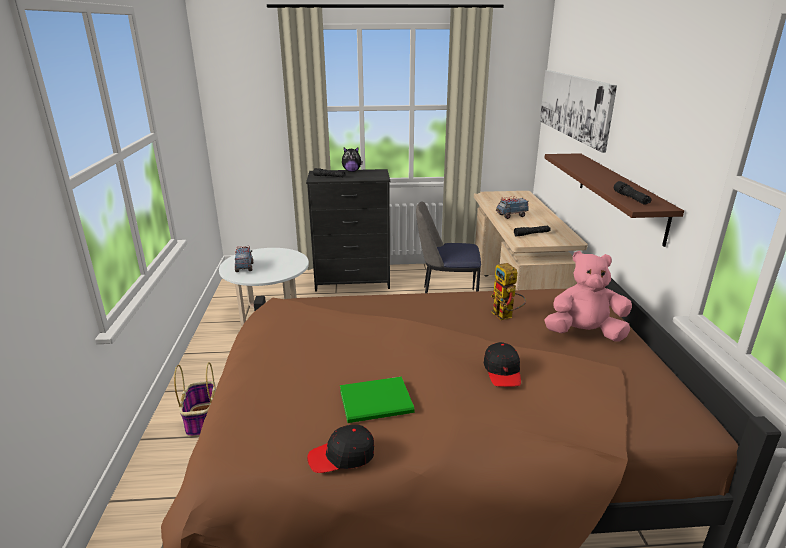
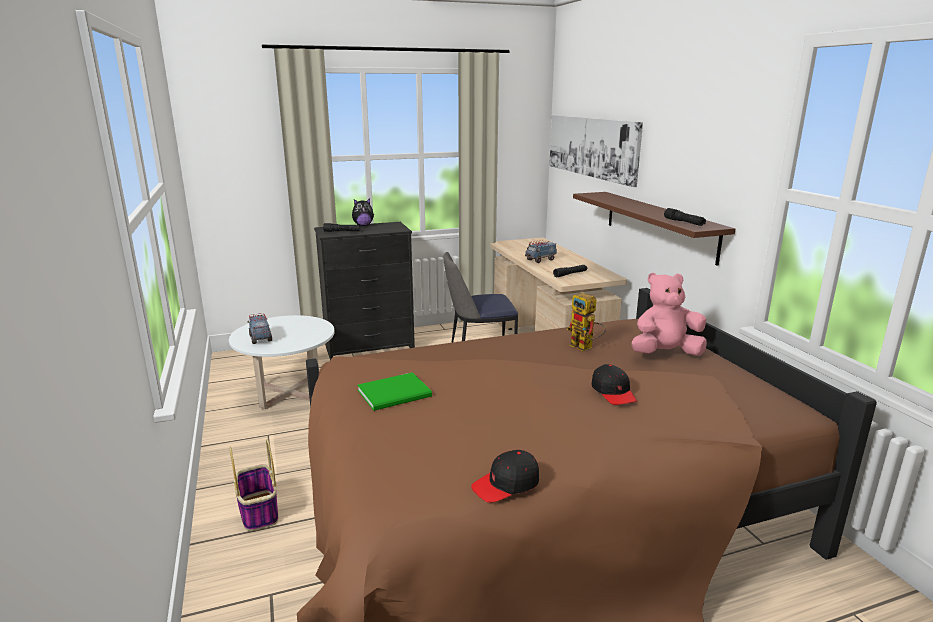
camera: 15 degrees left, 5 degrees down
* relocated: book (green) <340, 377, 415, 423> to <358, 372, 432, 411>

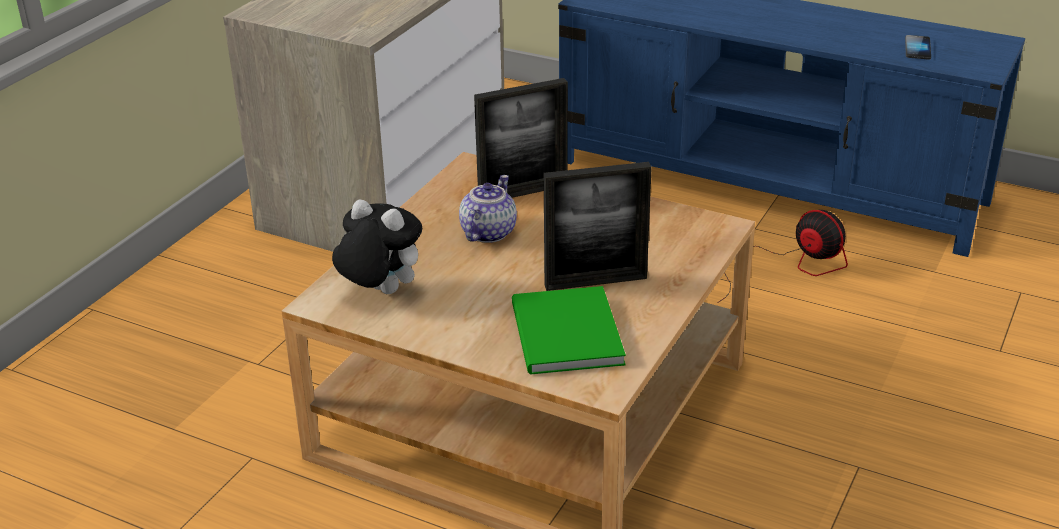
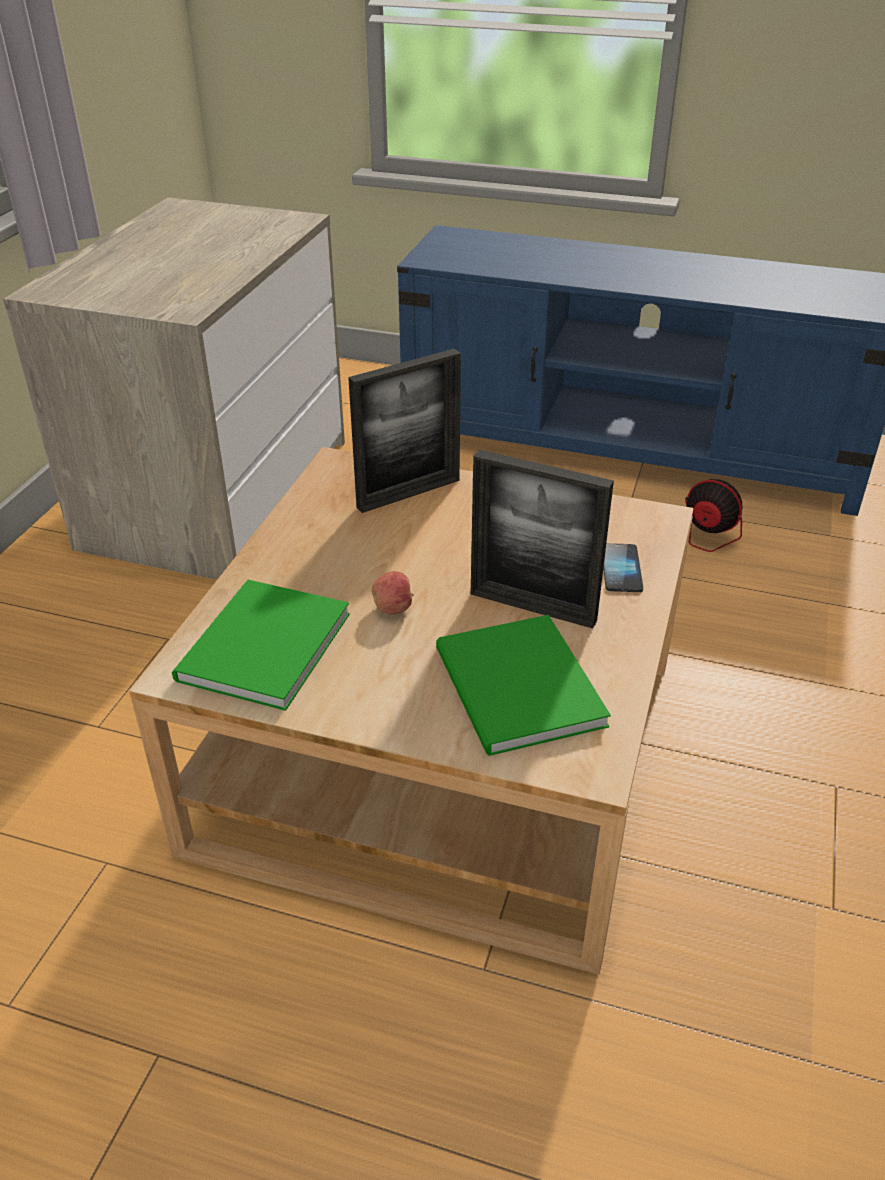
camera: 10 degrees left, 5 degrees up
* exchanged: plush toy <332, 199, 422, 294> to book (green) <172, 580, 350, 711>
* missing: teapot <459, 175, 517, 243>
* spun: picture frame <544, 162, 652, 291> = <471, 450, 614, 629> 45 degrees clockwise
* relocated: phone <905, 35, 931, 60> to <603, 543, 643, 592>
* appeared: apple <372, 571, 414, 614>

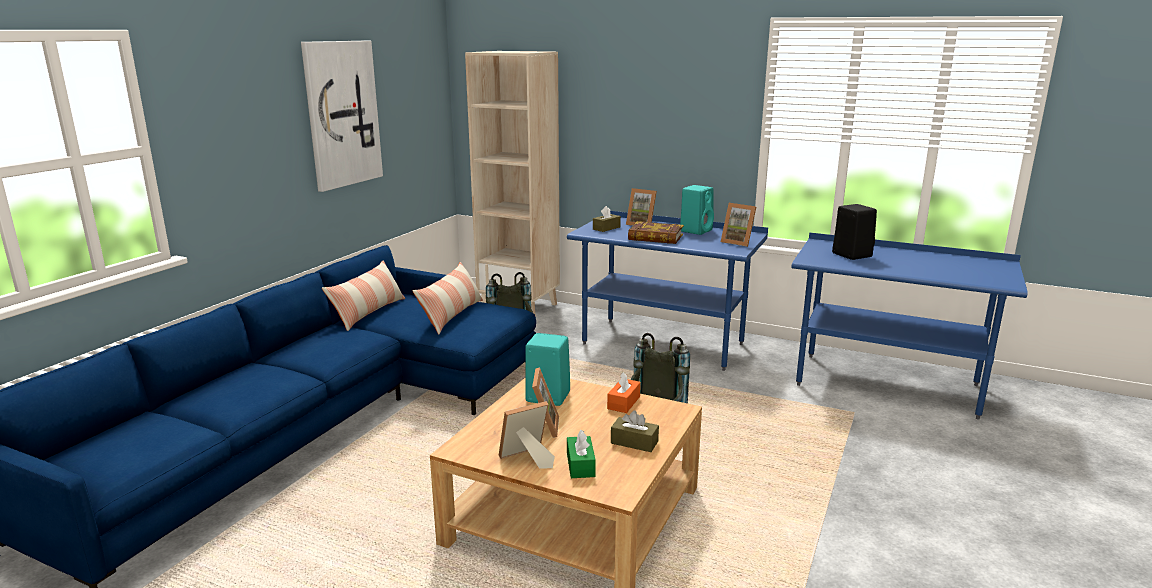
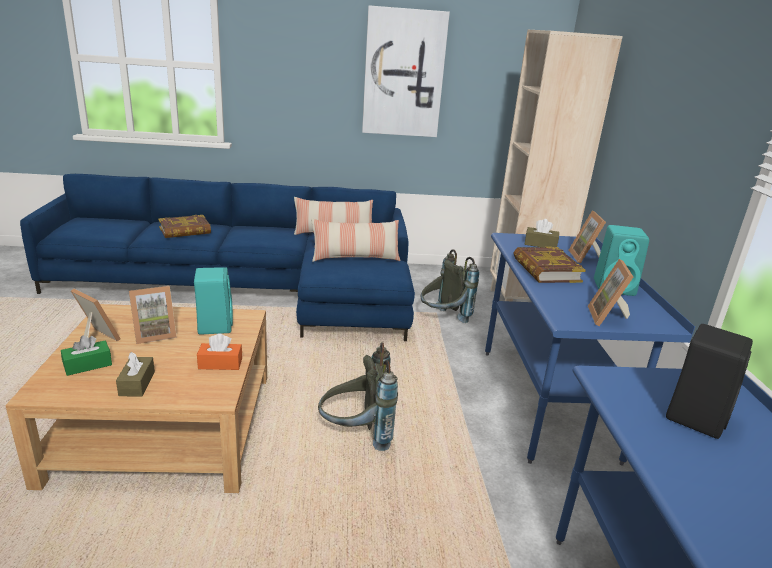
camera: 60 degrees right, 5 degrees up
* appeared: book <158, 215, 211, 238>

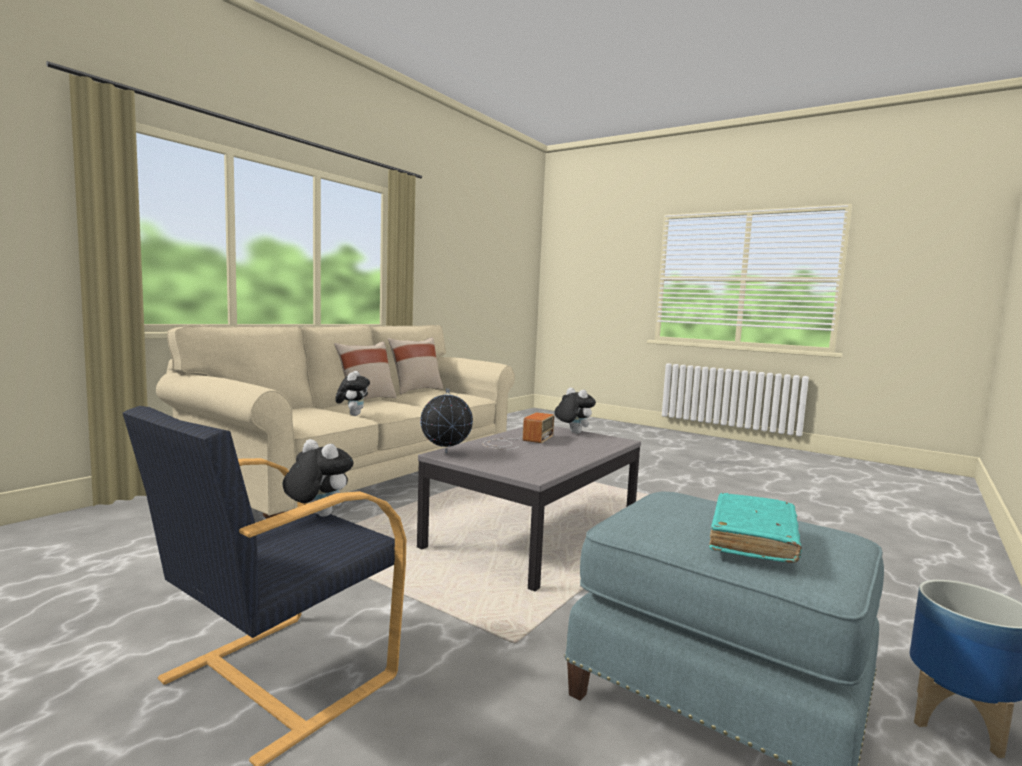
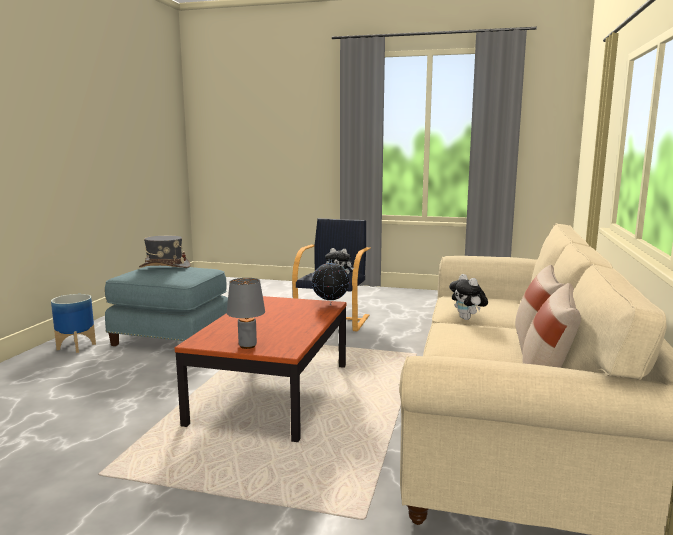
camera: 160 degrees right, 5 degrees up
* colour: coffee table (grey) <417, 426, 641, 591> to coffee table (brown) <175, 296, 347, 442>
* missing: radio <483, 412, 554, 450>
* exchanged: plush toy <554, 387, 596, 434> to table lamp (grey) <227, 278, 265, 349>
* exchanged: book (turquoise) <709, 493, 802, 563> to hat (grey) <139, 236, 191, 268>

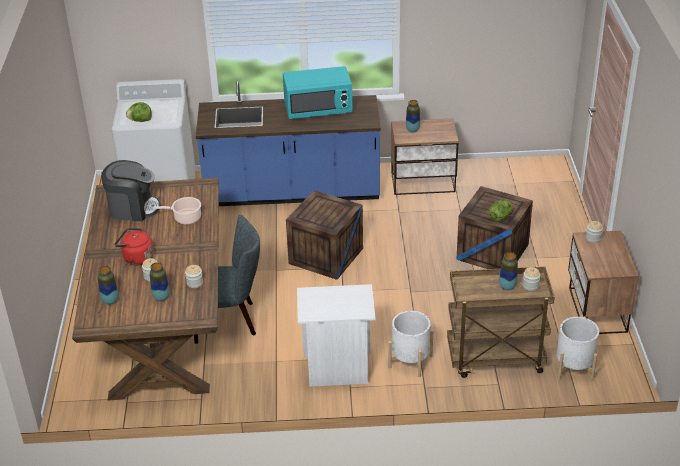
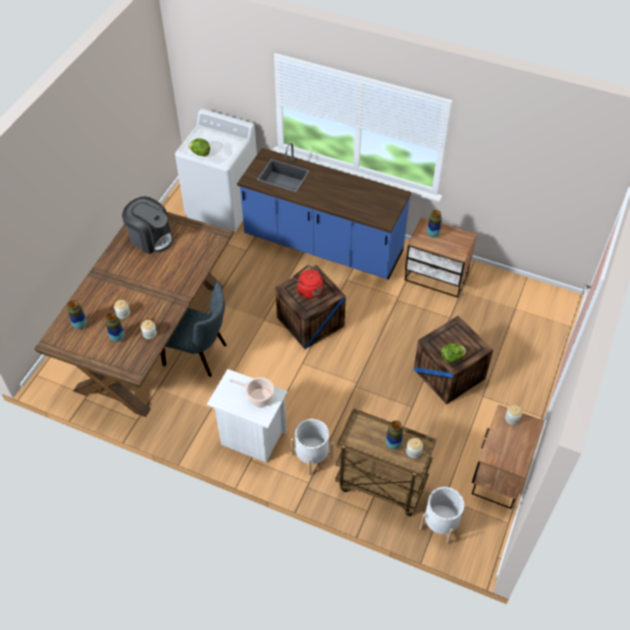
camera: 25 degrees right, 15 degrees up
* relocated: kettle (red) <114, 228, 153, 265> to <293, 265, 323, 299>
* relocated: cooking pot <153, 197, 201, 225> to <229, 377, 274, 407>
* missing: microwave (turquoise) <283, 66, 353, 119>

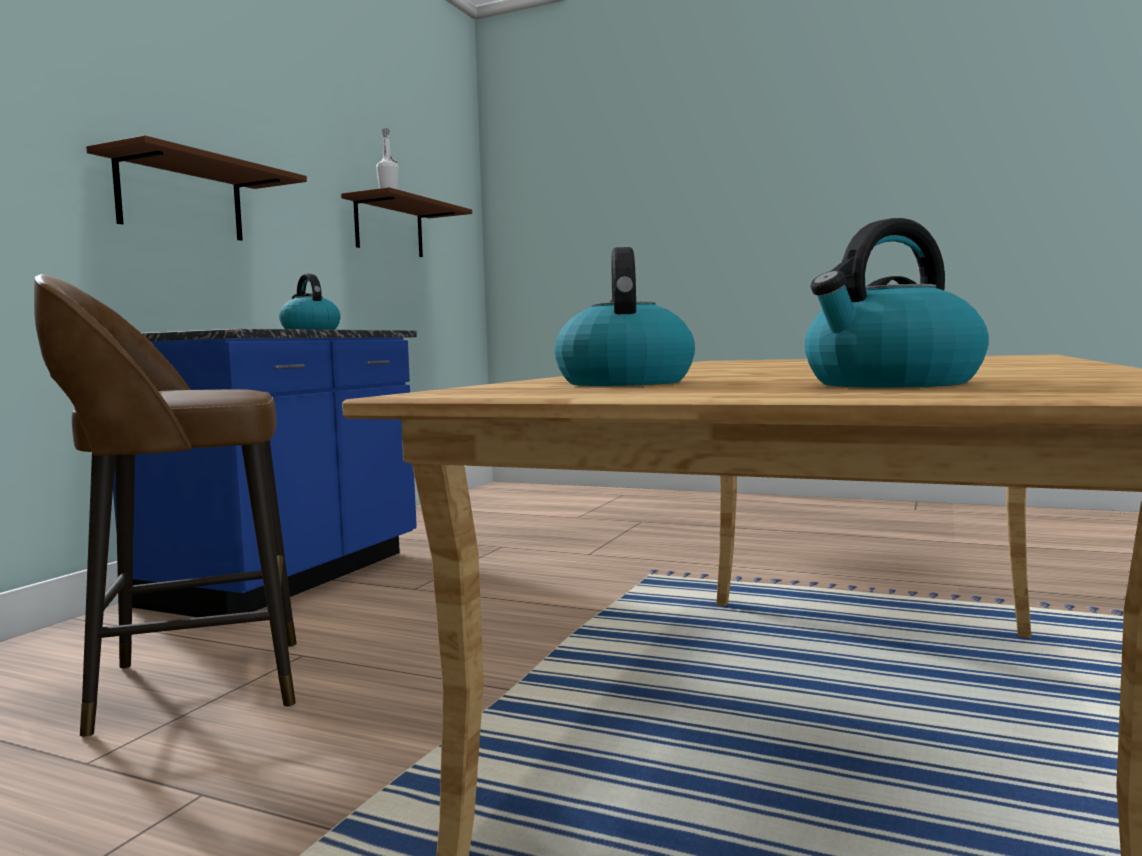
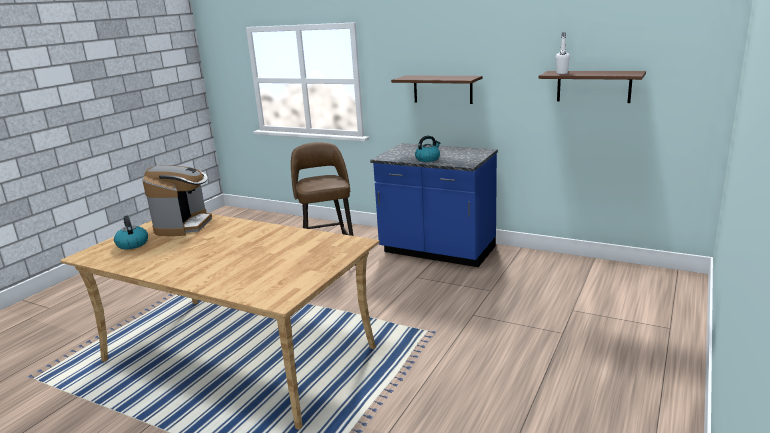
camera: 95 degrees right, 15 degrees up
* exchanged: kettle <554, 247, 695, 386> to coffee machine <142, 166, 212, 236>

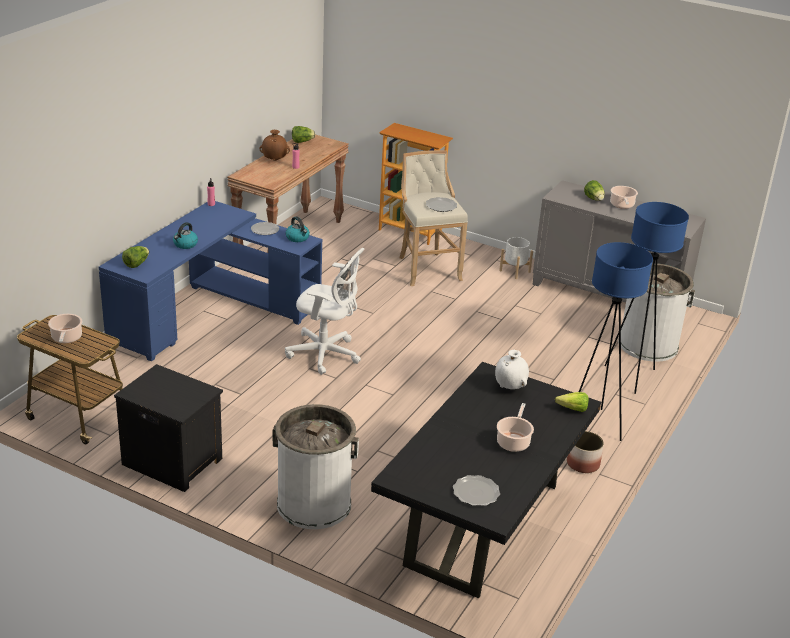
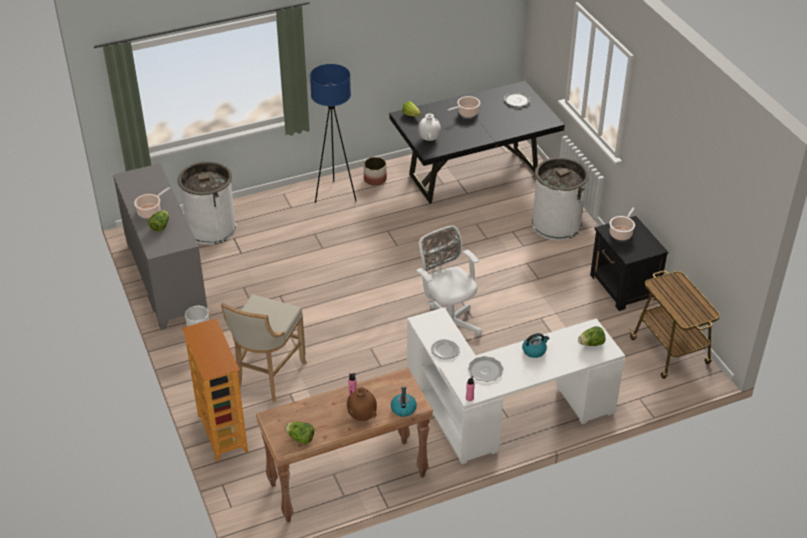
camera: 140 degrees left, 10 degrees up
* relocated: cooking pot <48, 314, 82, 343> to <610, 208, 635, 240>
* colour: desk (blue) <98, 201, 322, 362> to desk (white) <407, 308, 625, 464>
* relocated: kettle <286, 217, 310, 242> to <391, 387, 417, 417>
* relocated: plate <426, 197, 457, 212> to <468, 356, 503, 382>
* missing: floor lamp (blue) <604, 202, 689, 394>

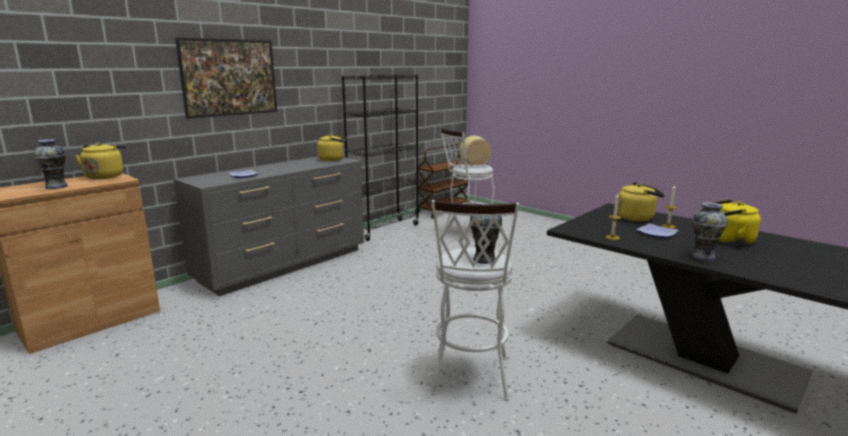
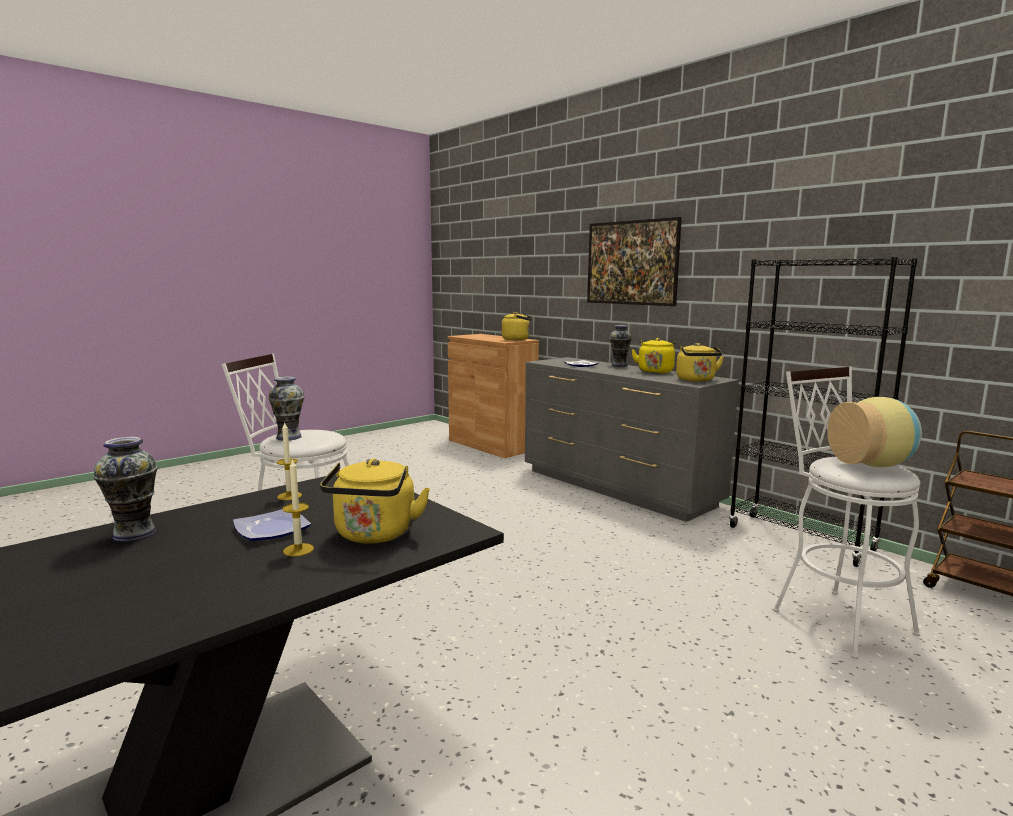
camera: 95 degrees right, 5 degrees down
* relocated: vase <34, 139, 68, 189> to <609, 325, 632, 367>
* relocated: kettle (yellow) <713, 200, 761, 245> to <631, 338, 675, 374>

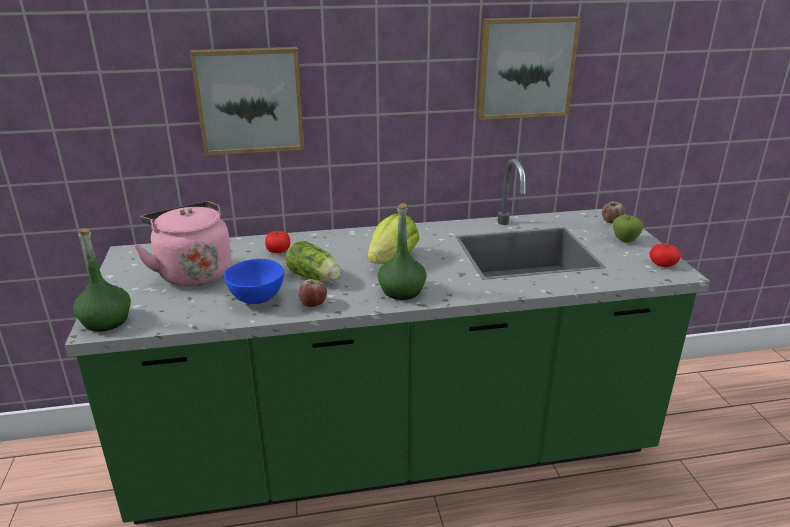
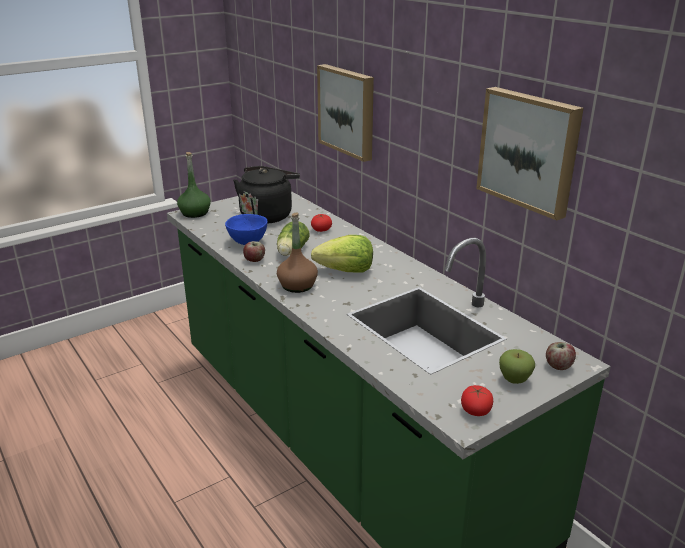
camera: 65 degrees right, 0 degrees up
* colour: kettle (pink) <134, 201, 232, 286> to kettle (black) <233, 166, 300, 224>
* colour: bottle (green) <377, 203, 427, 300> to bottle (brown) <277, 213, 318, 293>

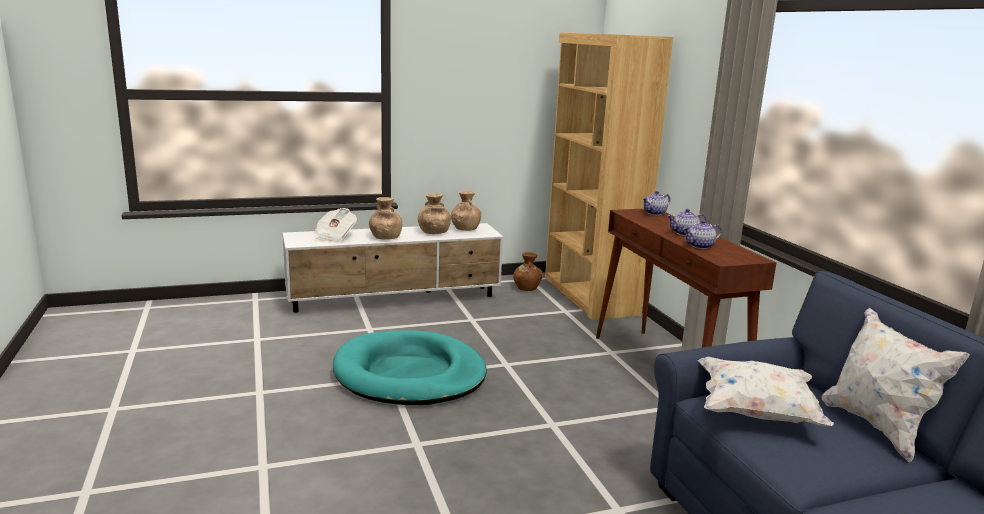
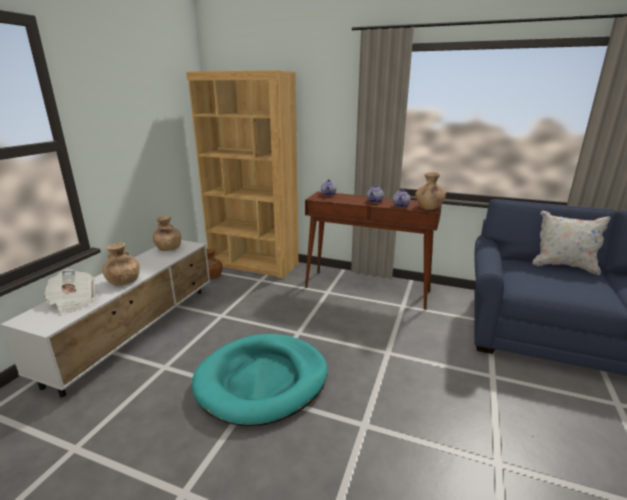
camera: 50 degrees left, 5 degrees up
* relocated: vase (brown) <418, 193, 451, 234> to <415, 172, 446, 210>
* missing: pillow (white) <698, 357, 834, 427>

